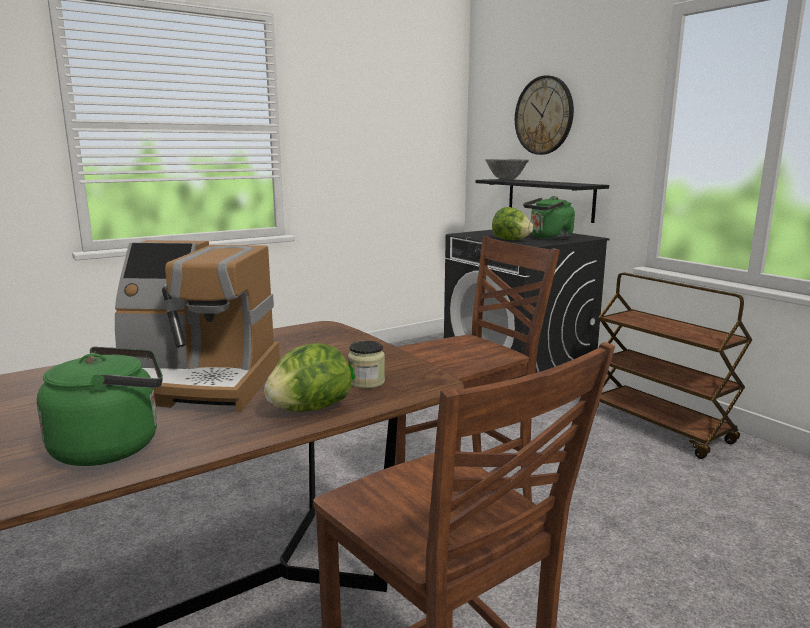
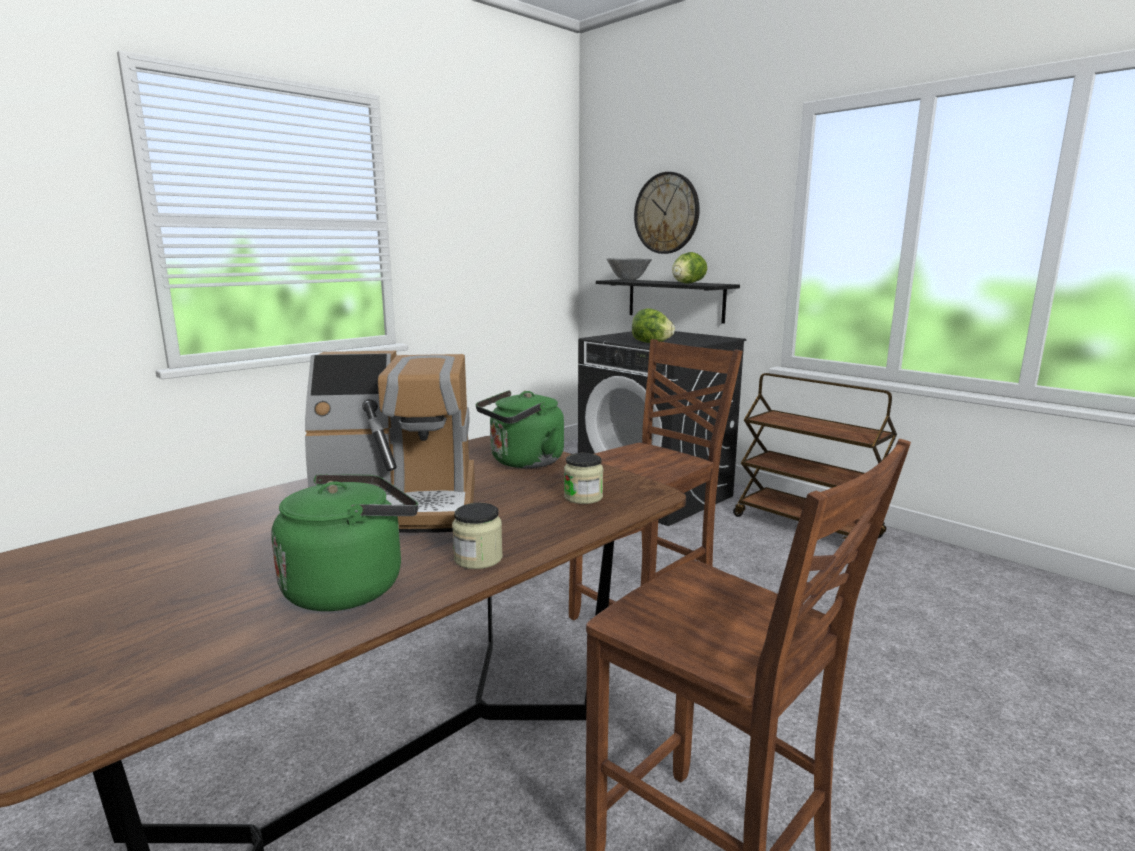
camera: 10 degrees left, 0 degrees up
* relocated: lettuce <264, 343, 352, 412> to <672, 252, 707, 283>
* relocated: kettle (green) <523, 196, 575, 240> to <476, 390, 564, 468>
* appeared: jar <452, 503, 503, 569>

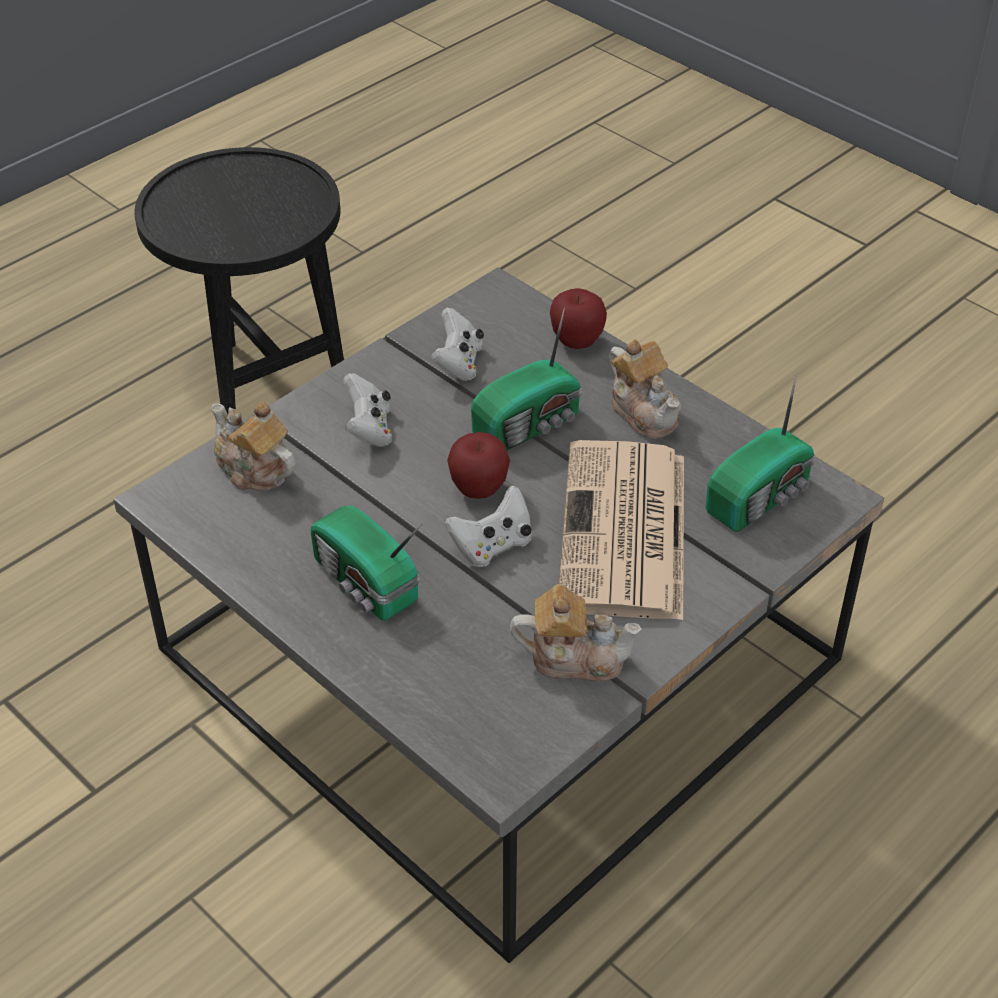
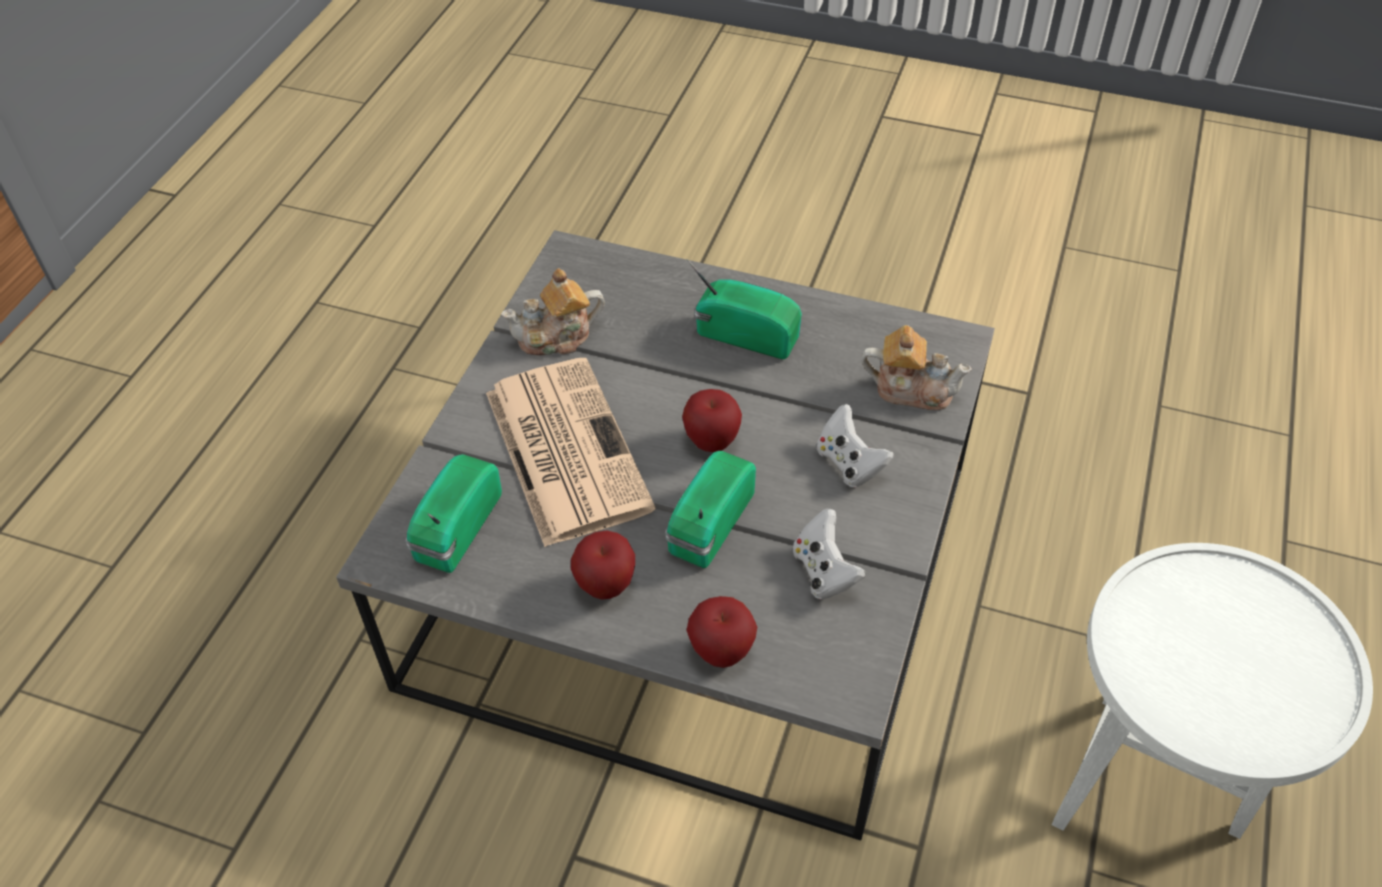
camera: 155 degrees right, 5 degrees up
* colour: side table (black) <135, 147, 344, 414> to side table (white) <1052, 543, 1373, 839>
* missing: game controller (white) <445, 486, 532, 567>
* exchanged: teapot <609, 339, 681, 439> to apple <571, 530, 635, 600>

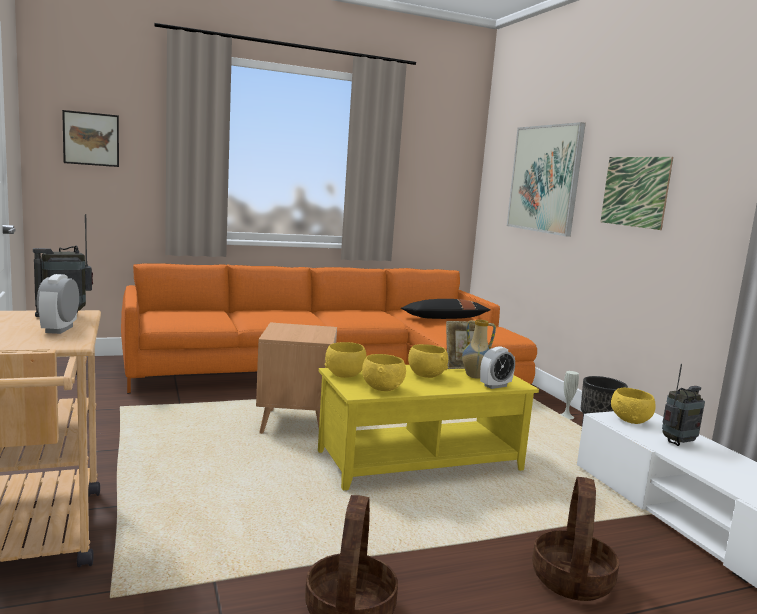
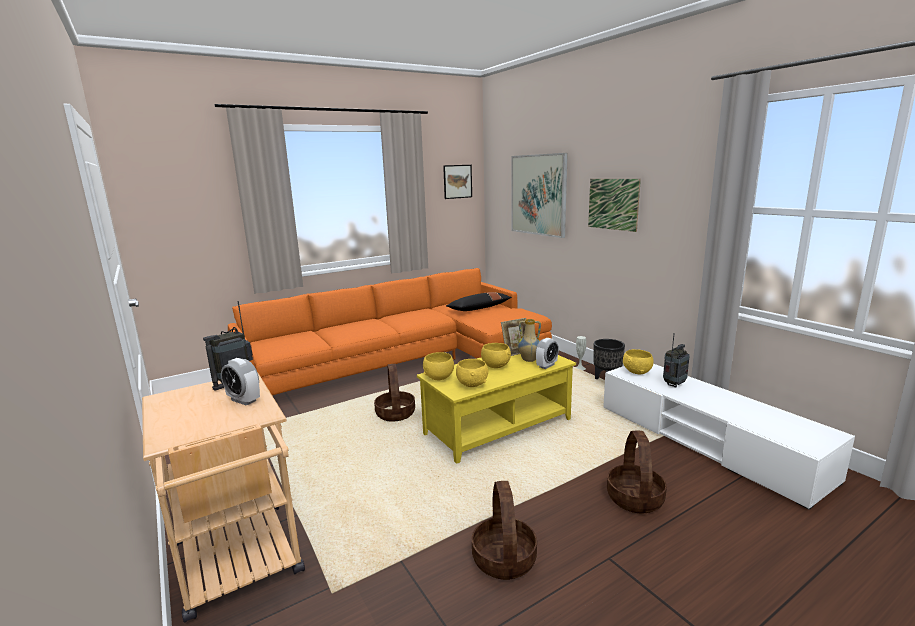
camera: 10 degrees left, 5 degrees up
* spun: alarm clock <37, 274, 79, 334> = <221, 358, 260, 406> 45 degrees counterclockwise
* relocated: picture <62, 110, 119, 167> to <443, 165, 472, 199>
* exchanged: side table (brown) <256, 322, 337, 434> to basket <374, 364, 415, 422>

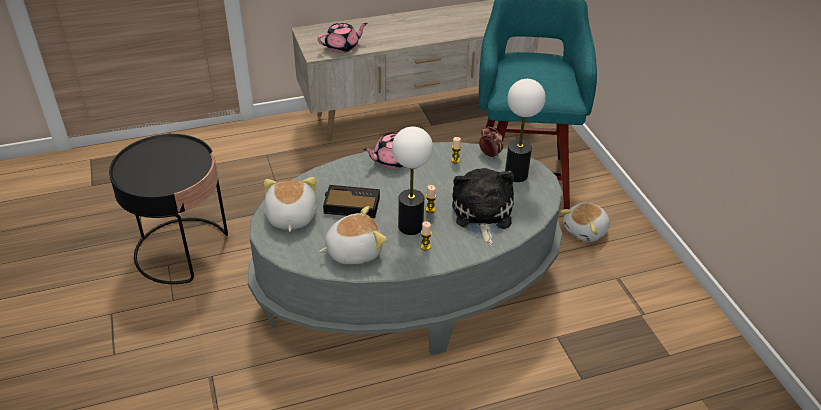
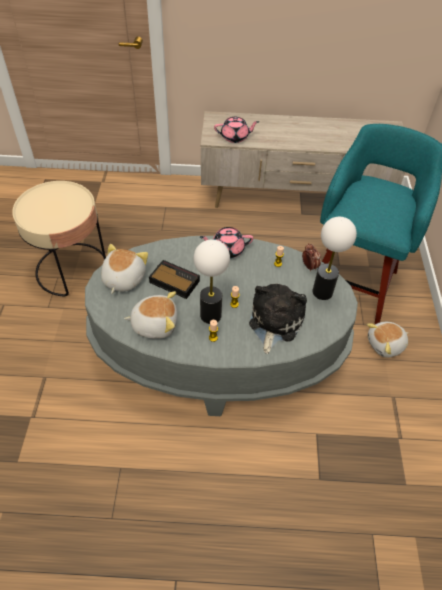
camera: 20 degrees right, 10 degrees up
* colour: side table (black) <109, 134, 228, 284> to side table (beige) <12, 181, 106, 296>

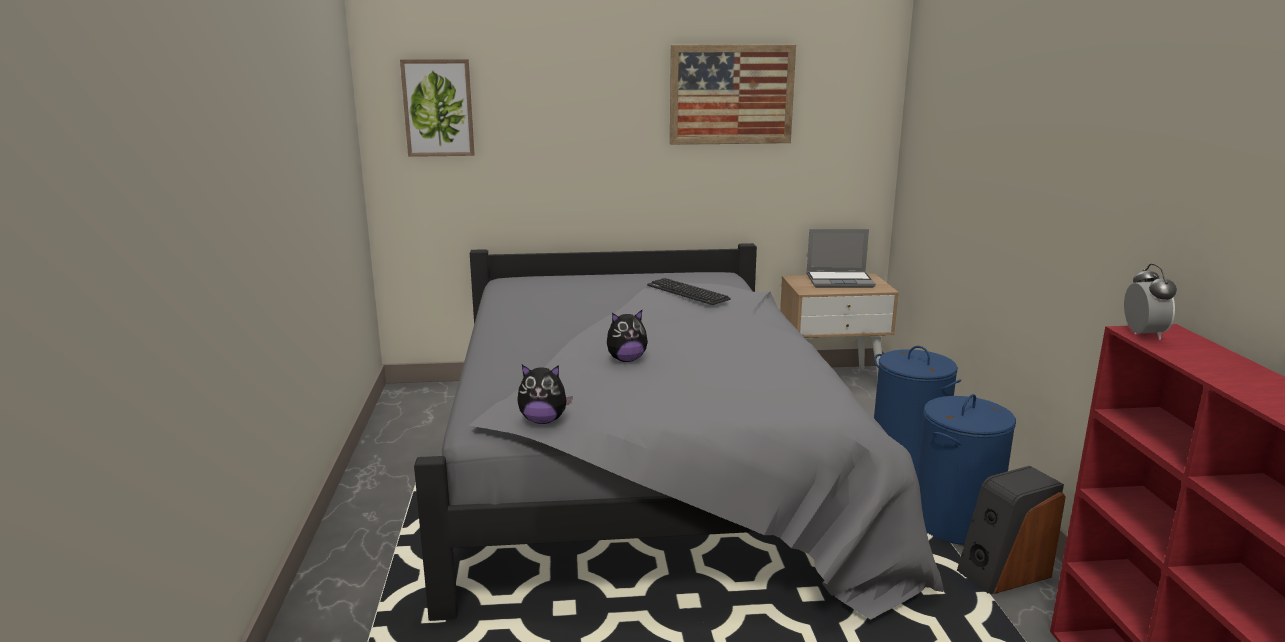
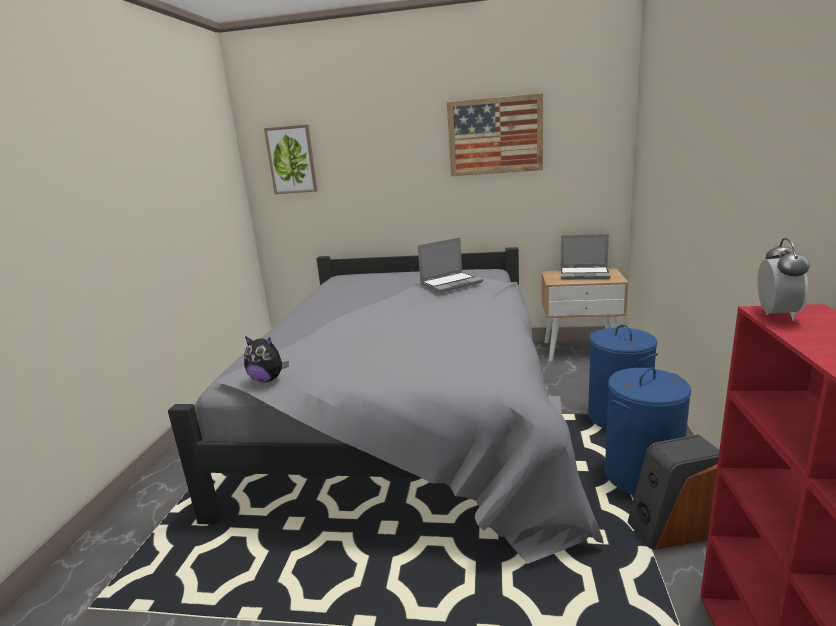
camera: 15 degrees right, 0 degrees up
* missing: plush toy <607, 310, 648, 362>
* exchanged: keyboard <647, 278, 730, 305> to laptop <418, 237, 483, 293>

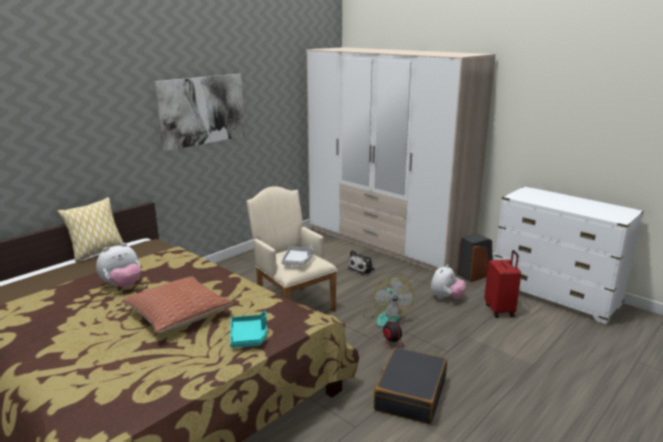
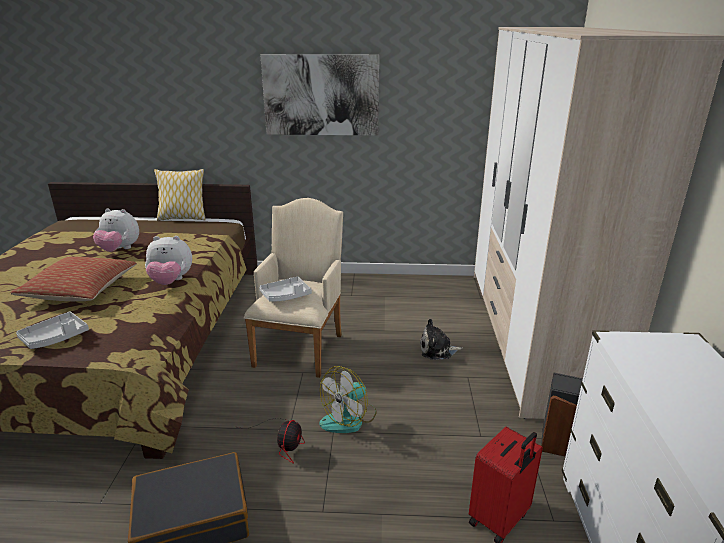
camera: 50 degrees right, 5 degrees up
* colour: tray (turquoise) <230, 312, 267, 348> to tray (grey) <16, 312, 89, 349>
* relocated: plush toy <431, 264, 466, 300> to <145, 236, 192, 285>

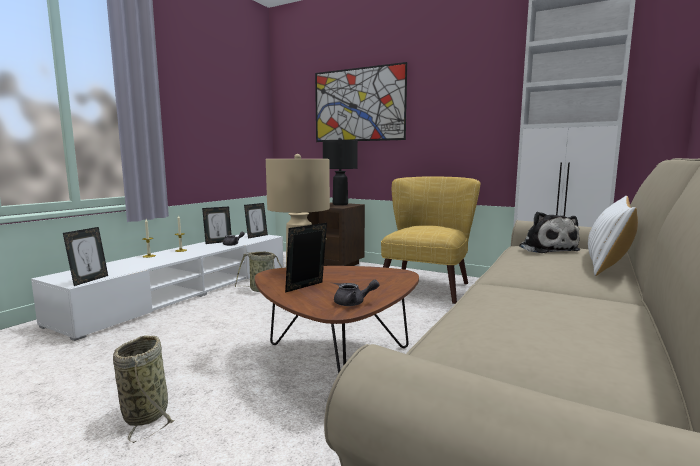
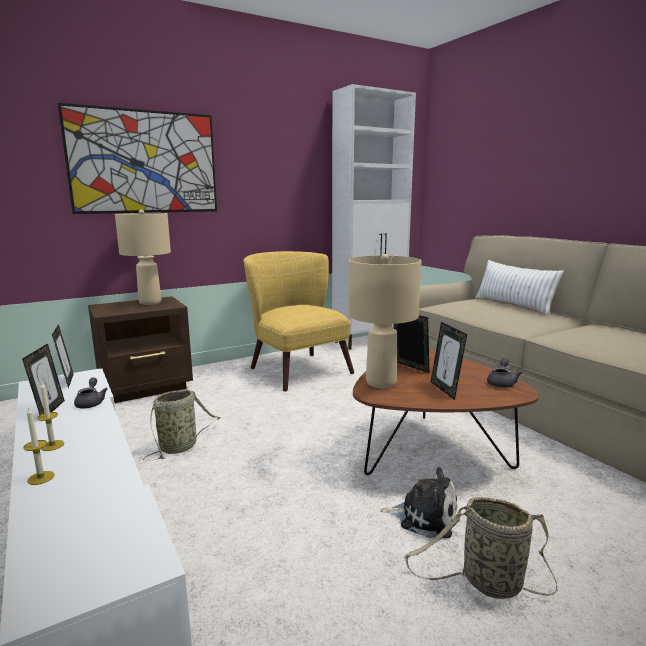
camera: 60 degrees left, 5 degrees up
* relocated: picture frame <63, 227, 108, 286> to <394, 316, 429, 373>
* colour: table lamp (black) <323, 138, 358, 205> to table lamp (beige) <115, 210, 171, 305>
* relocated: plush toy <519, 212, 580, 253> to <380, 467, 457, 538>

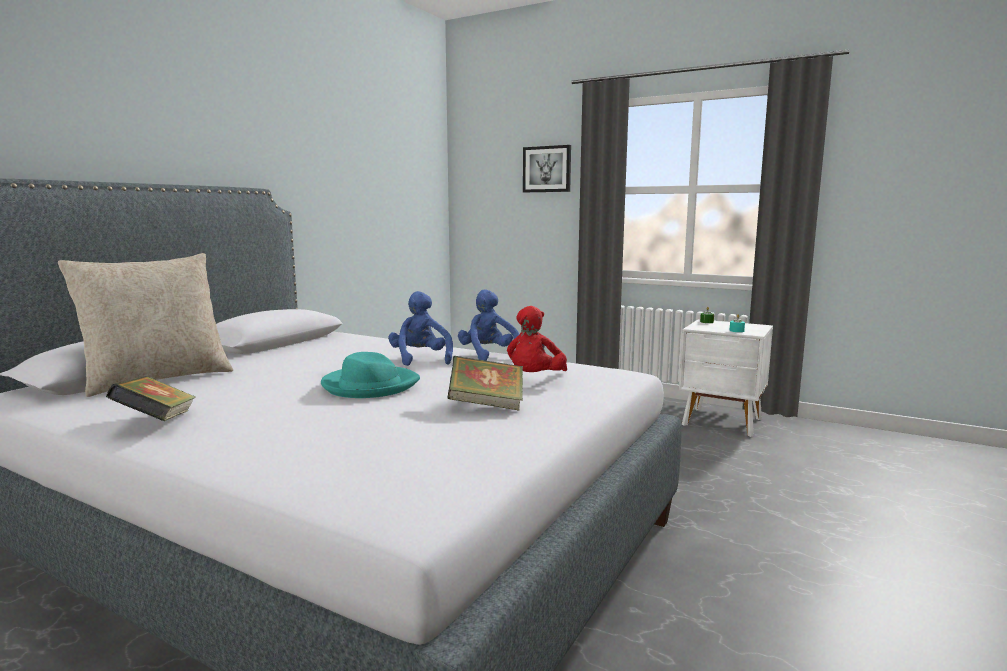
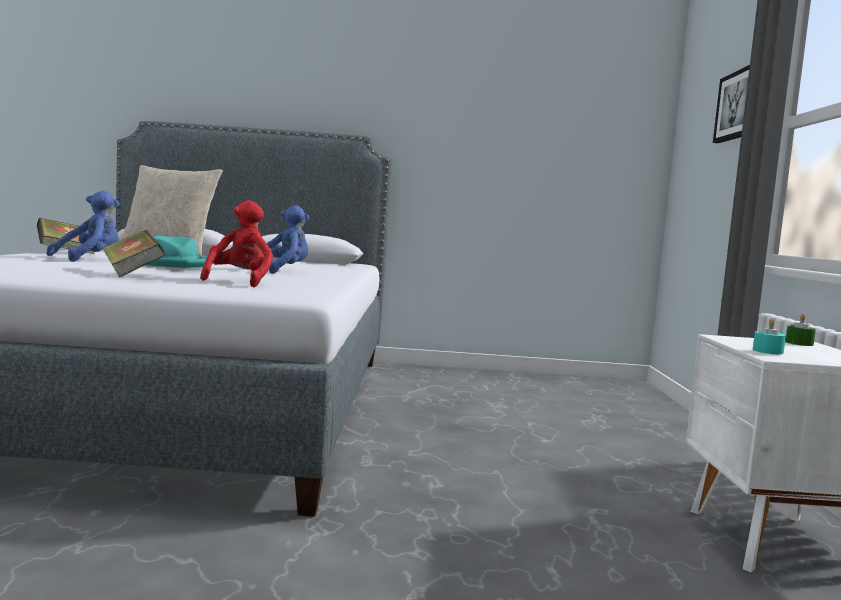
camera: 60 degrees right, 5 degrees down
* relocated: plush toy (blue) <458, 289, 520, 361> to <46, 191, 119, 262>
* spun: plush toy (red) <507, 306, 567, 372> = <200, 200, 273, 287> 105 degrees clockwise

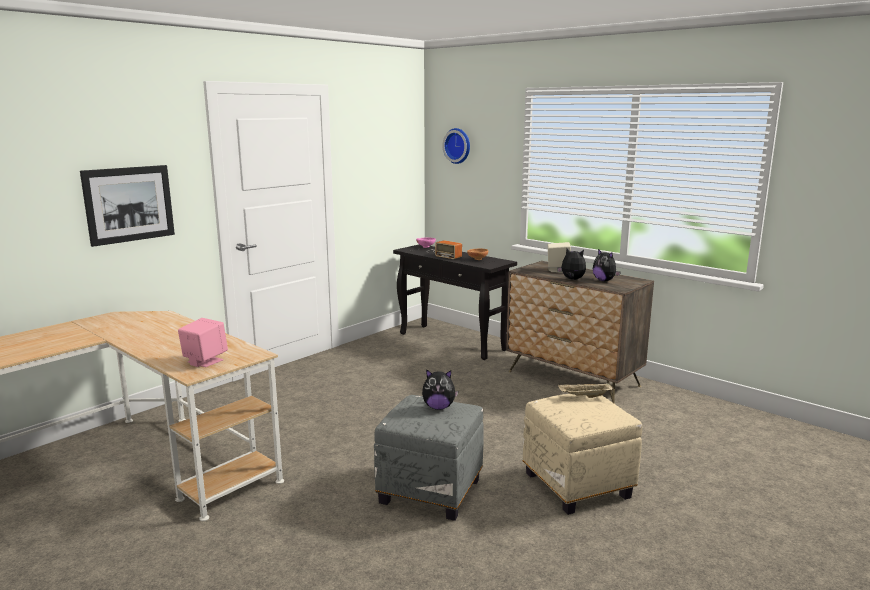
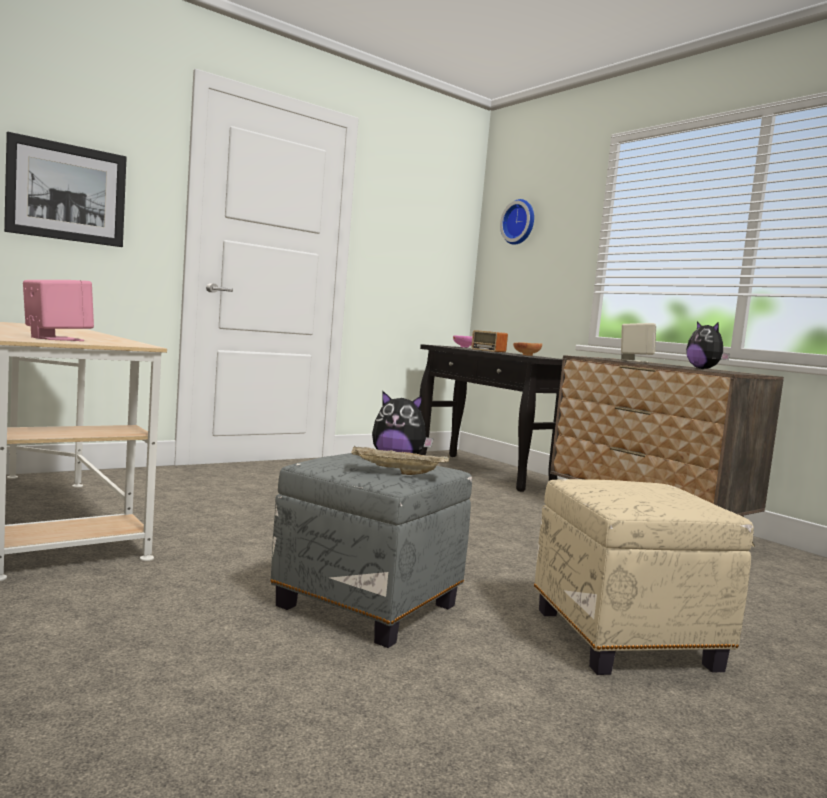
camera: 10 degrees right, 10 degrees down
* missing: plush toy <557, 248, 586, 280>
* relocated: tray (beige) <558, 382, 613, 398> to <351, 446, 450, 475>

